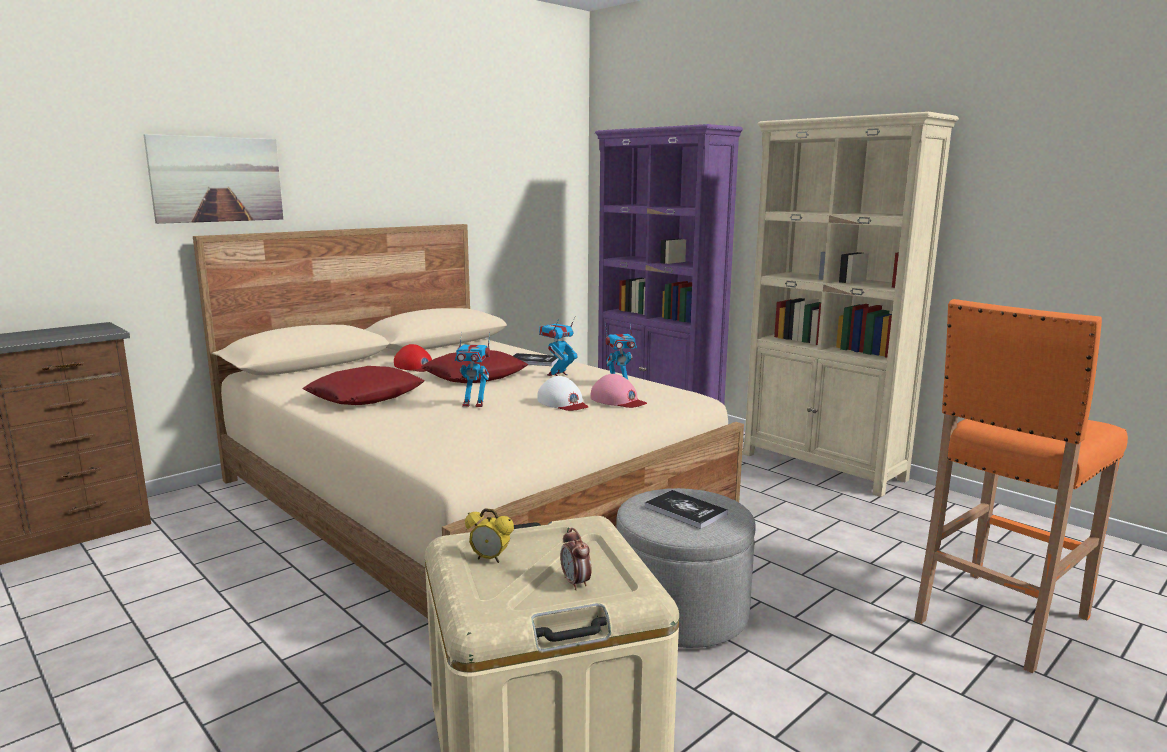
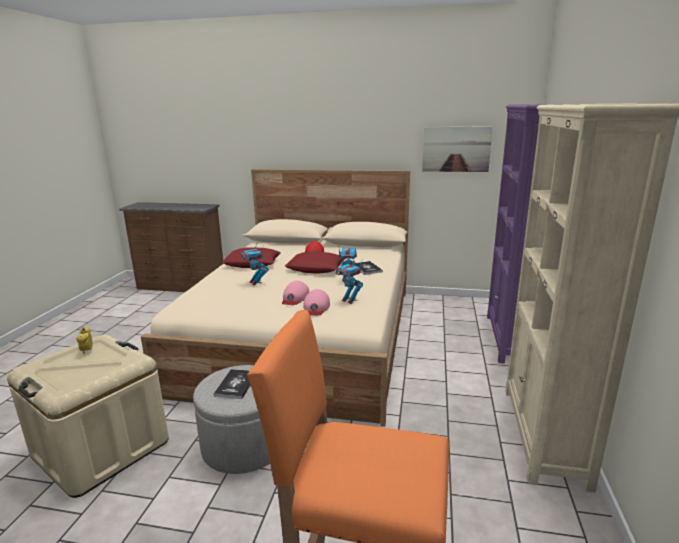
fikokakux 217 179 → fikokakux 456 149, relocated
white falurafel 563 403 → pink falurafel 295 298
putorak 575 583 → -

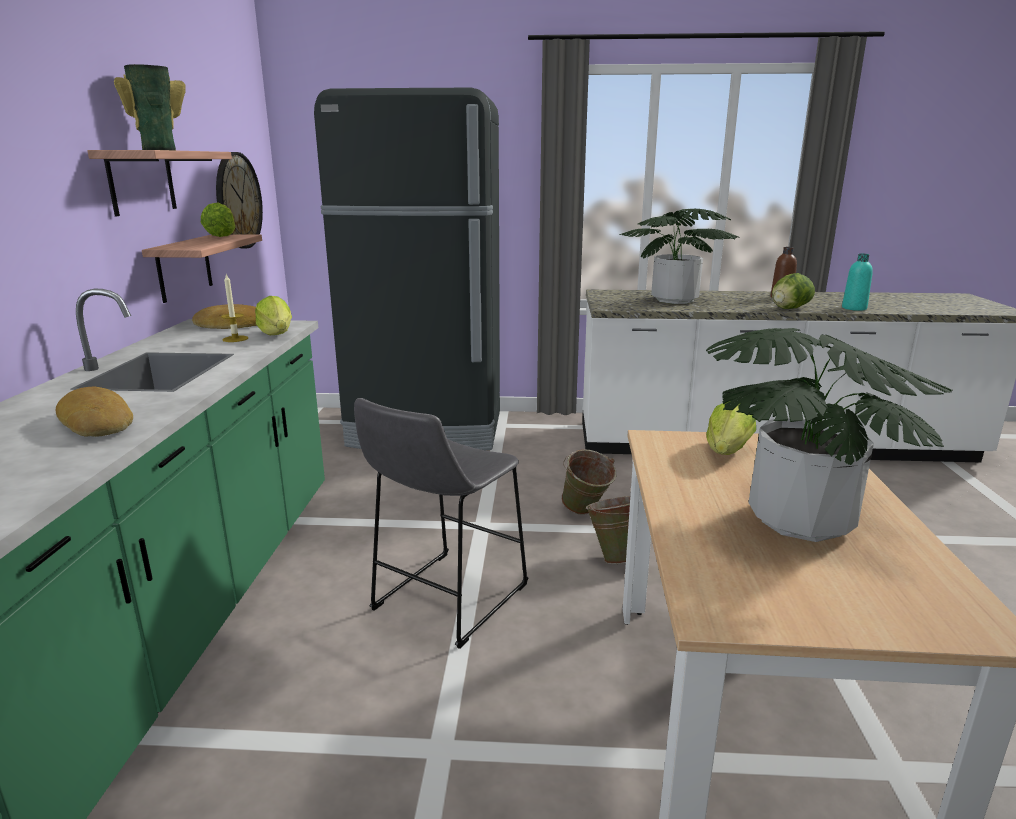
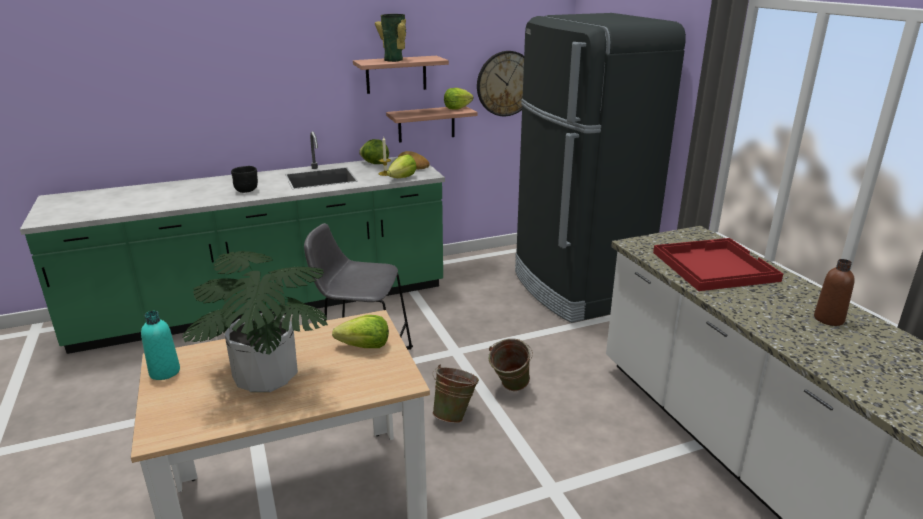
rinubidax 674 300 → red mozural 713 266
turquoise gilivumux 854 308 → turquoise gilivumux 165 372, relocated
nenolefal 789 309 → nenolefal 374 163, relocated
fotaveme 98 422 → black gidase 247 191

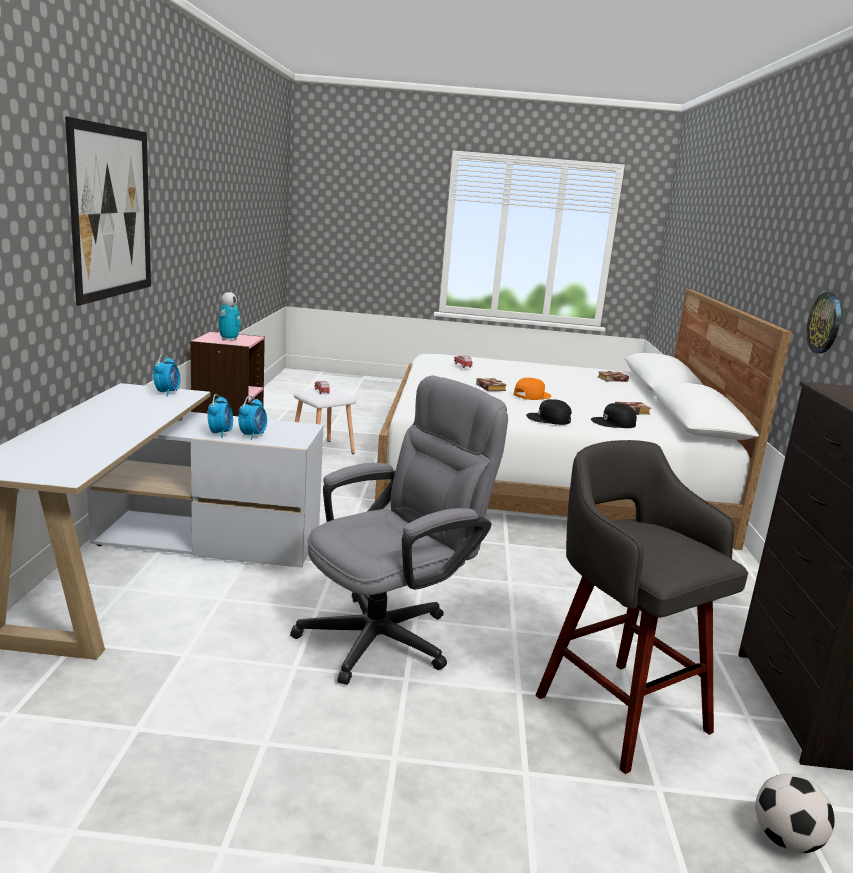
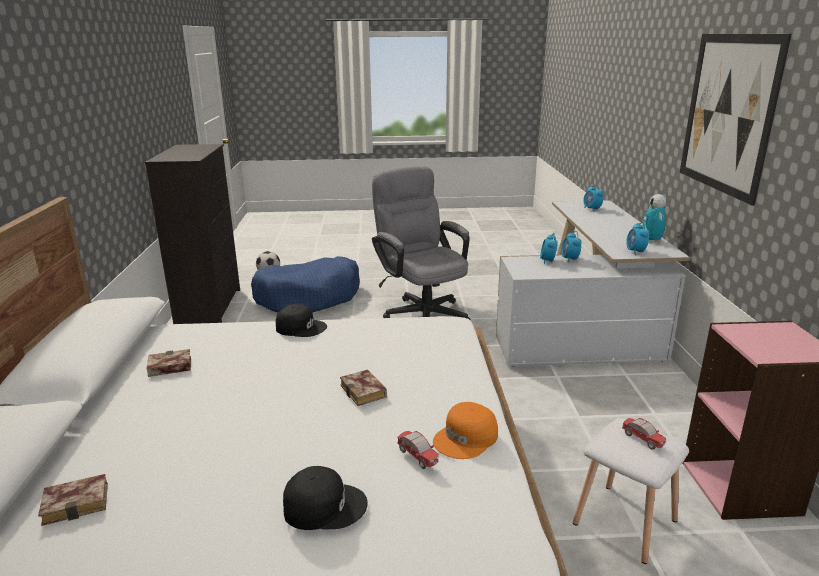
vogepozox 229 340 → vogepozox 651 241, relocated
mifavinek 825 323 → -
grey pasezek 390 634 → grey pasezek 422 312, 105 degrees clockwise
orange falurafel 531 395 → orange falurafel 466 438, relocated
black falurafel 613 423 → black falurafel 324 505, relocated
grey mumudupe 618 709 → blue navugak 309 297
- → putorak 591 209

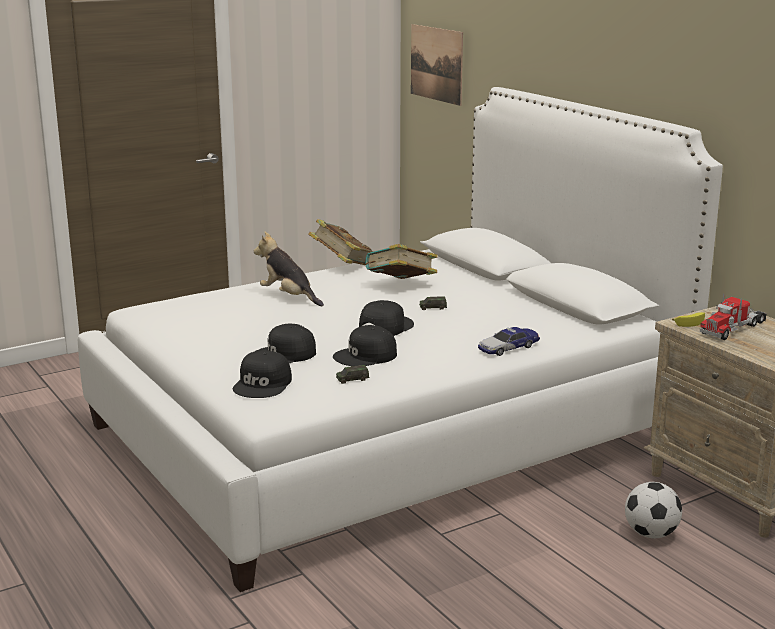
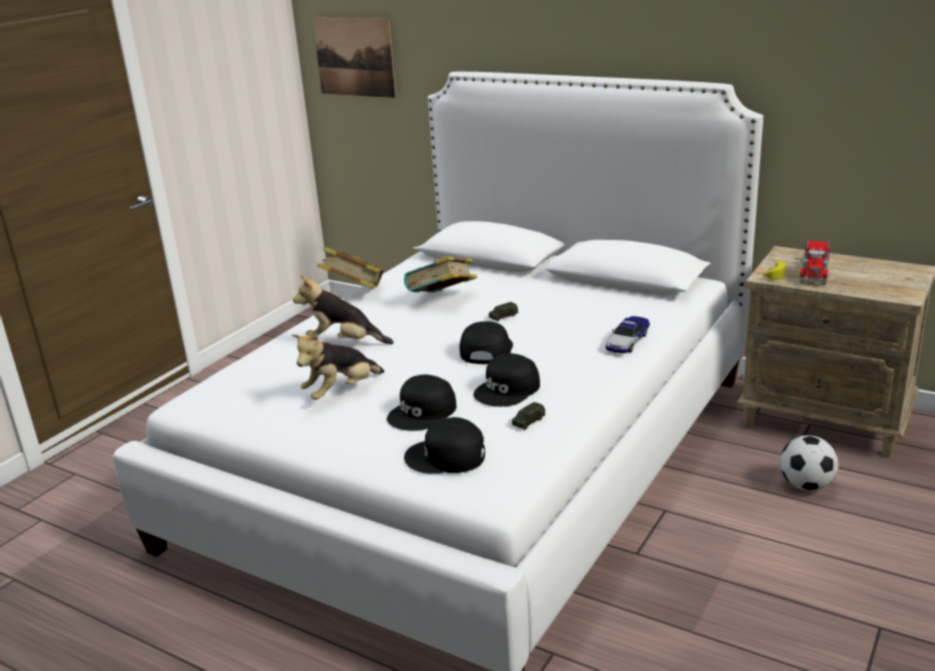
black falurafel 263 384 → black falurafel 446 457, 105 degrees clockwise
- → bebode 341 392

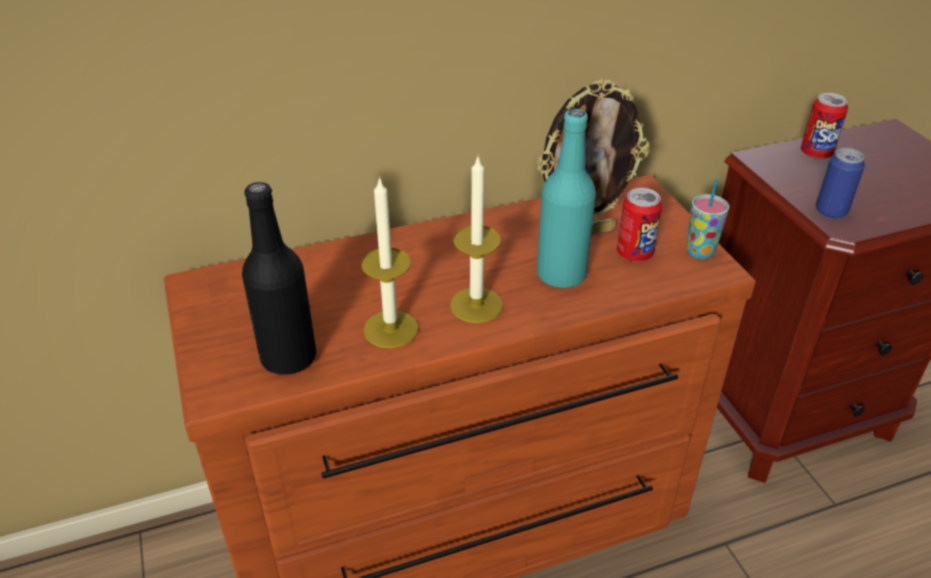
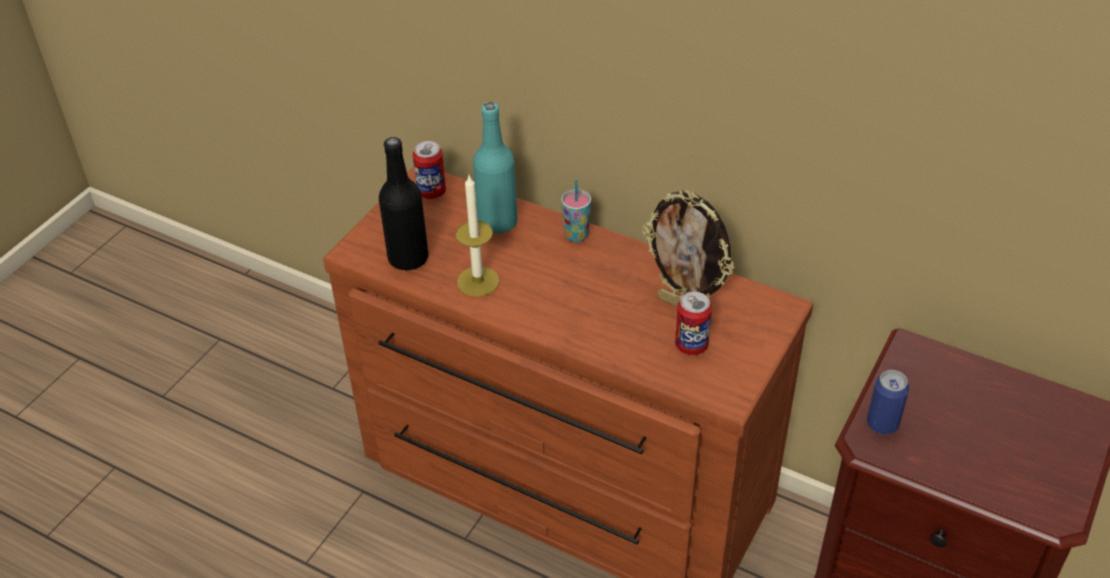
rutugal 816 153 → rutugal 431 192, relocated
turquoise gilivumux 561 275 → turquoise gilivumux 497 222, relocated
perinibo 476 305 → -
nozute 700 252 → nozute 576 235, relocated

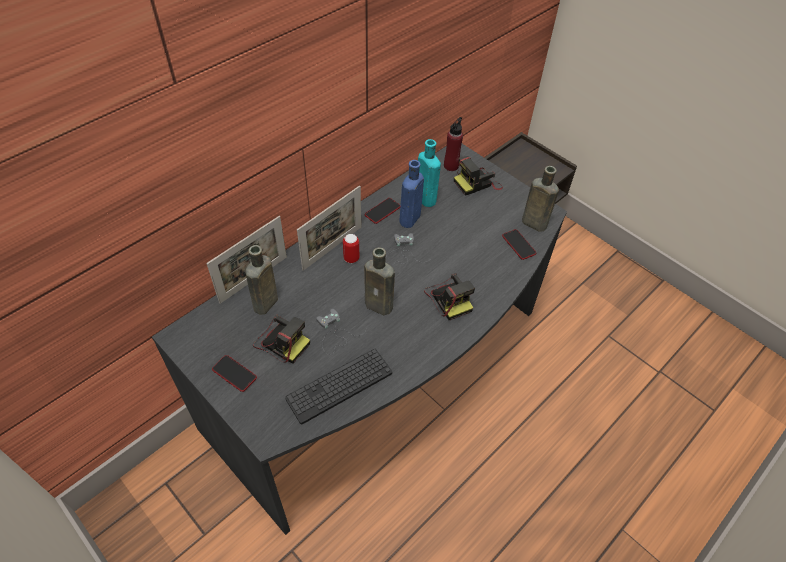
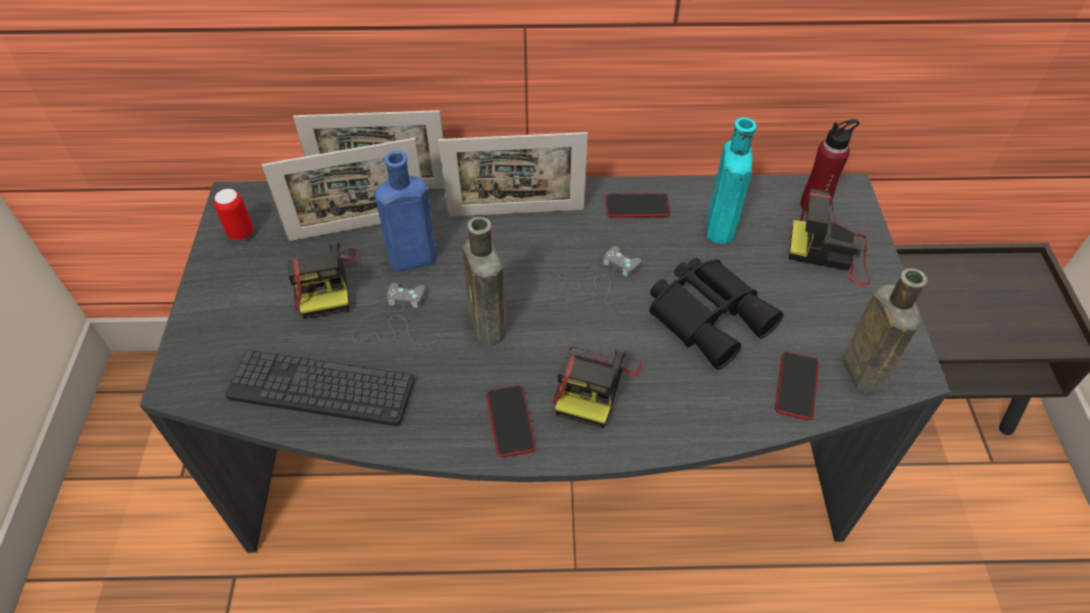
blue gilivumux 409 220 → blue gilivumux 409 260, relocated
rutugal 351 258 → rutugal 241 233, relocated
brown gilivumux 264 305 → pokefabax 358 227
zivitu 234 373 → zivitu 510 421, relocated
- → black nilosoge 709 315

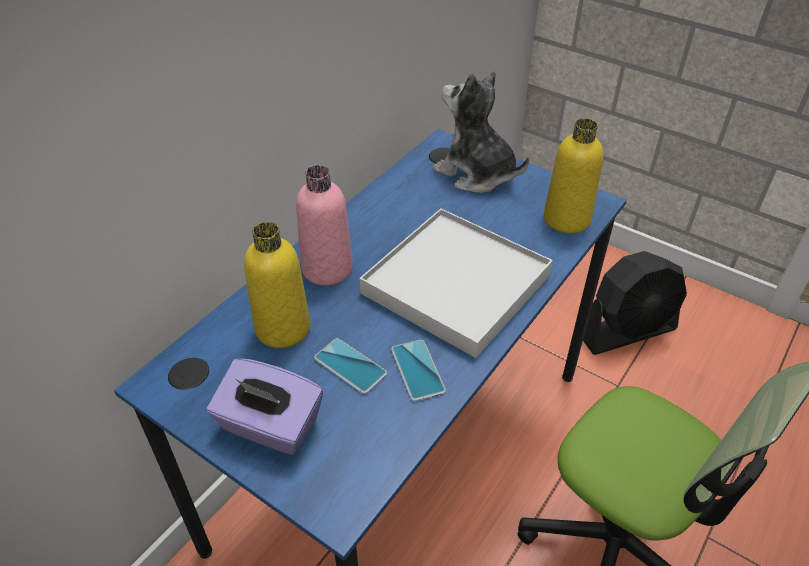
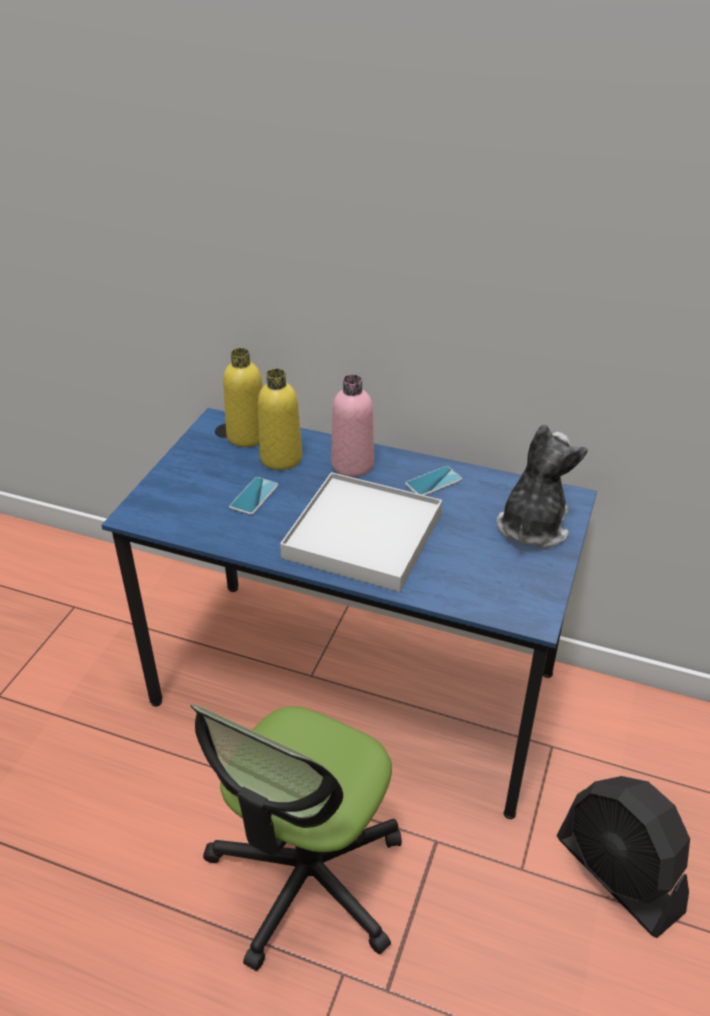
yellow gilivumux 567 219 → yellow gilivumux 247 436, relocated
zivitu 417 370 → zivitu 433 482, relocated
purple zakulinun 270 426 → -

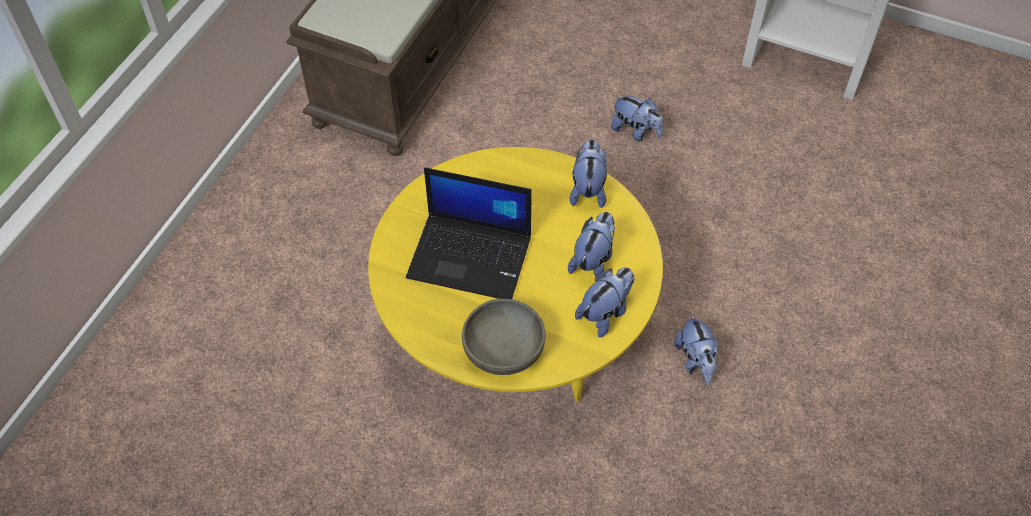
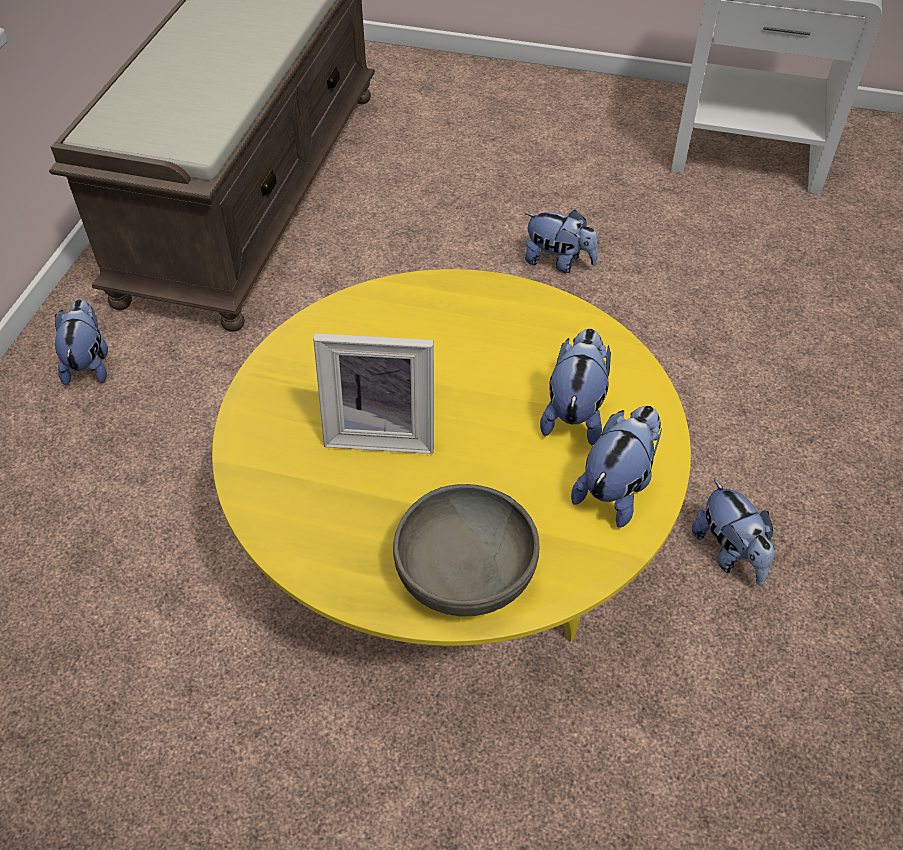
bebode 588 189 → bebode 89 363, relocated
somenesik 471 256 → pokefabax 381 432

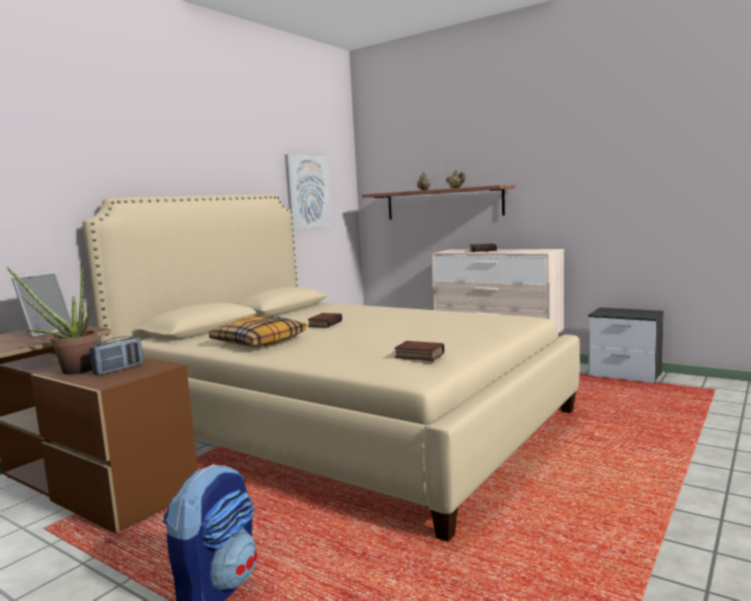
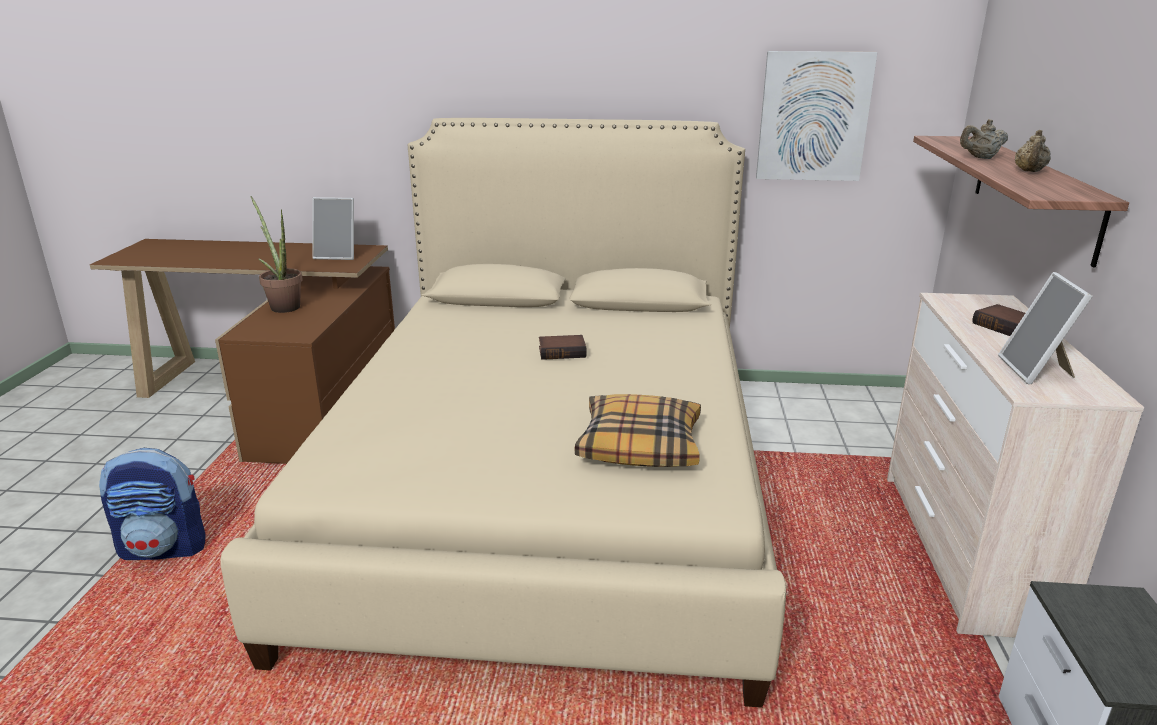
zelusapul 258 342 → zelusapul 640 444, relocated
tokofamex 119 369 → -
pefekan 418 356 → -
- → pokefabax 1036 371

